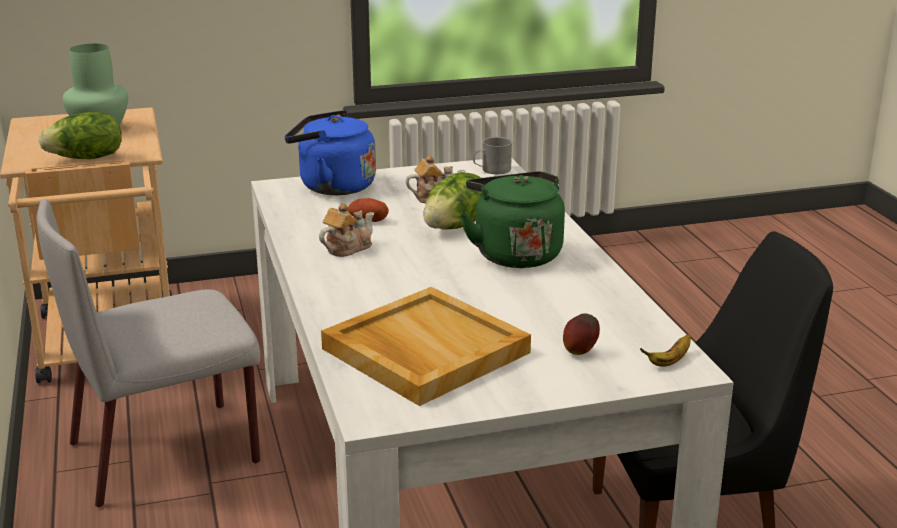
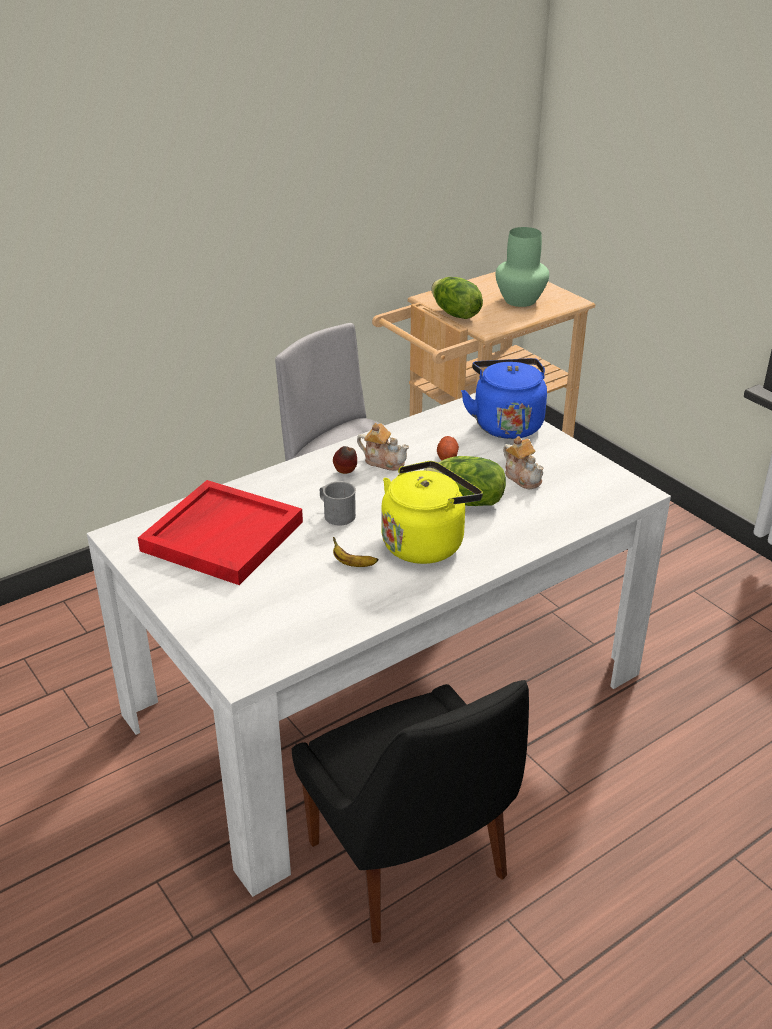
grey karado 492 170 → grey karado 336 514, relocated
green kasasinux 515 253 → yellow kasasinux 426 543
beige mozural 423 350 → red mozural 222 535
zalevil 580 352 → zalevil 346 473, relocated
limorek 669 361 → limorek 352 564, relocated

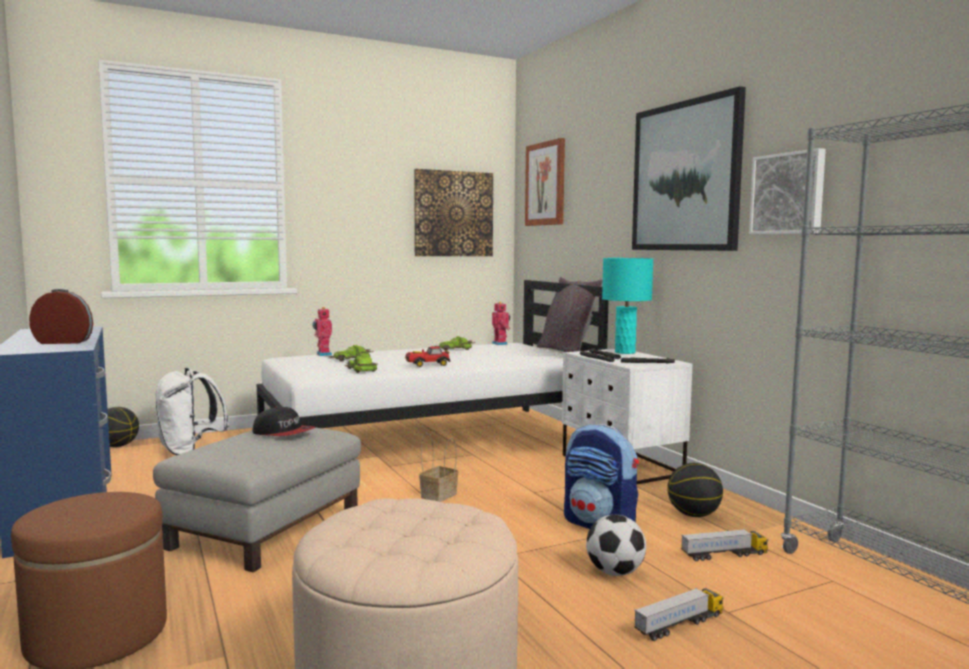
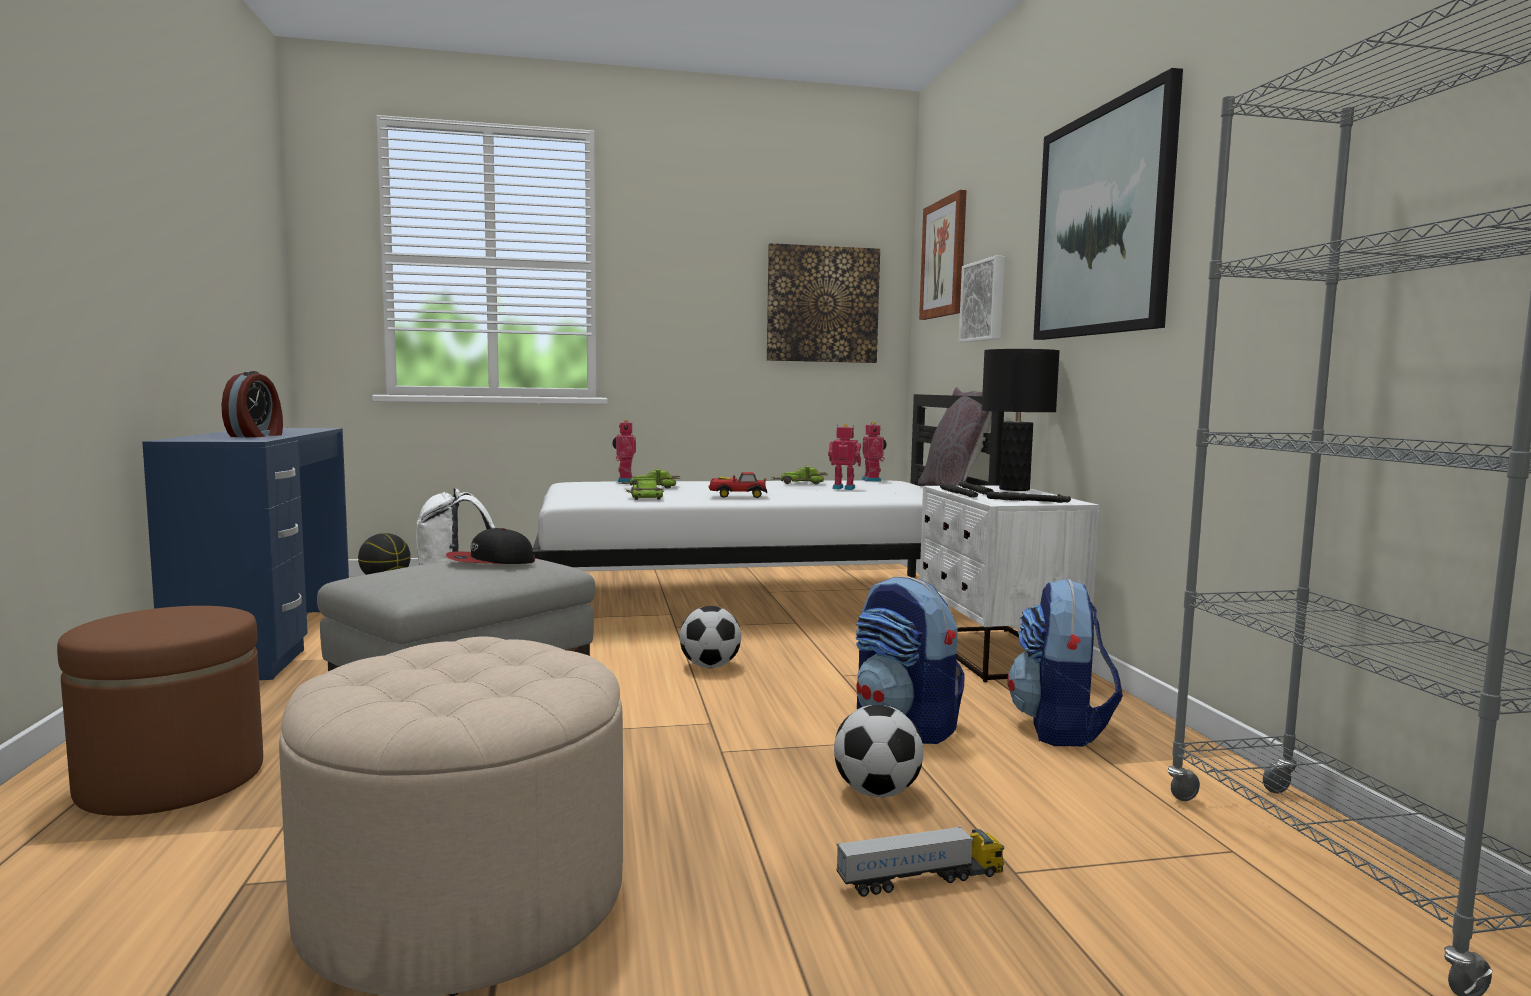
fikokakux 788 194 → fikokakux 985 301, relocated
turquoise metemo 624 352 → black metemo 1013 489
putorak 64 342 → putorak 256 436, 90 degrees clockwise
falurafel 284 433 → falurafel 490 562, 120 degrees clockwise
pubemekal 439 495 → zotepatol 710 666
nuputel 694 515 → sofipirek 1060 729
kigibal 724 555 → -
- → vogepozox 844 488

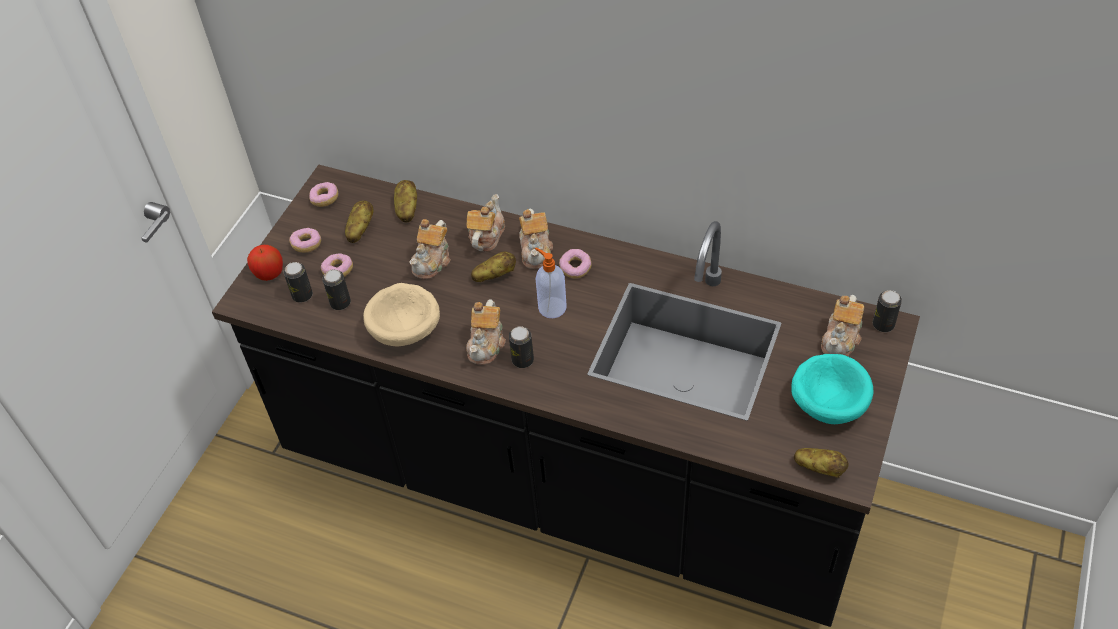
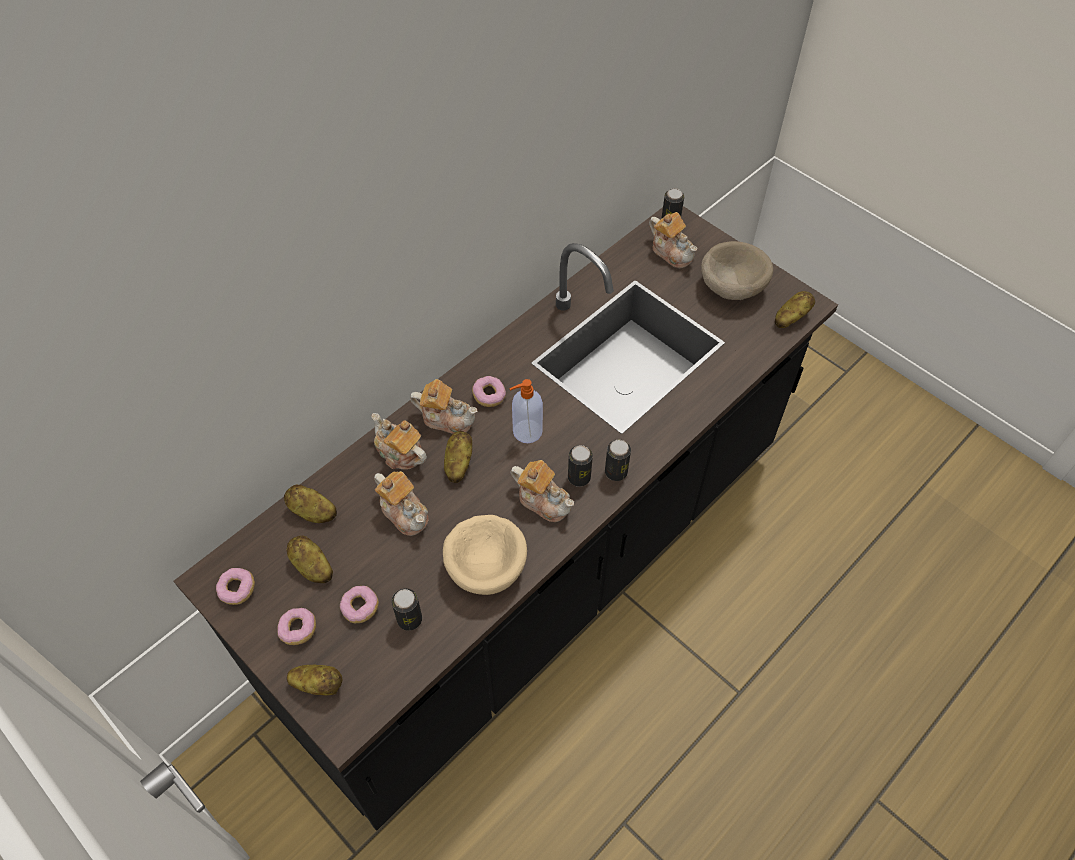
zalevil 269 274 → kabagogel 318 684
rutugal 302 295 → rutugal 616 472, relocated
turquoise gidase 828 403 → beige gidase 731 286

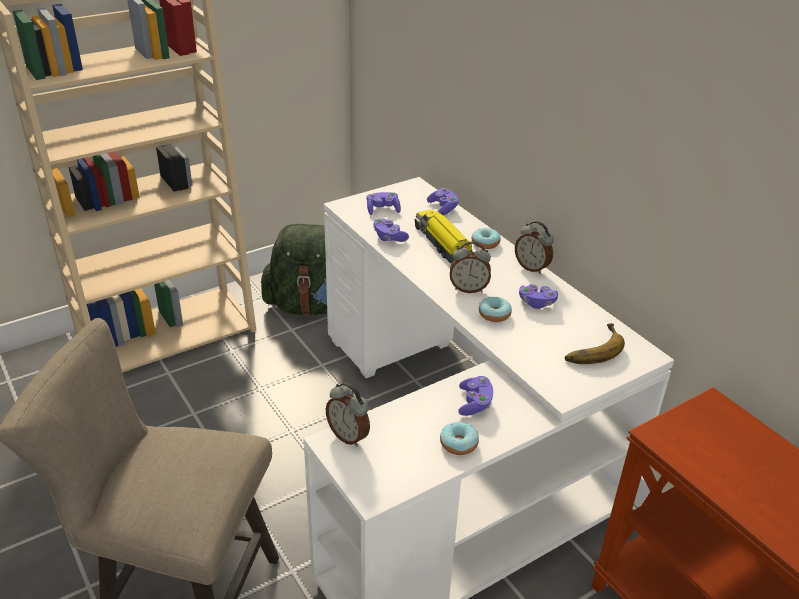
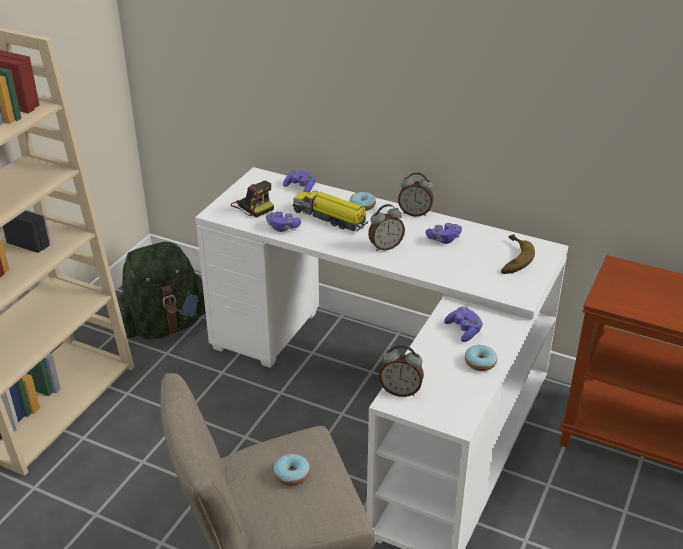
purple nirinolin 382 210 → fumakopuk 253 206
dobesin 494 314 → dobesin 292 474, relocated

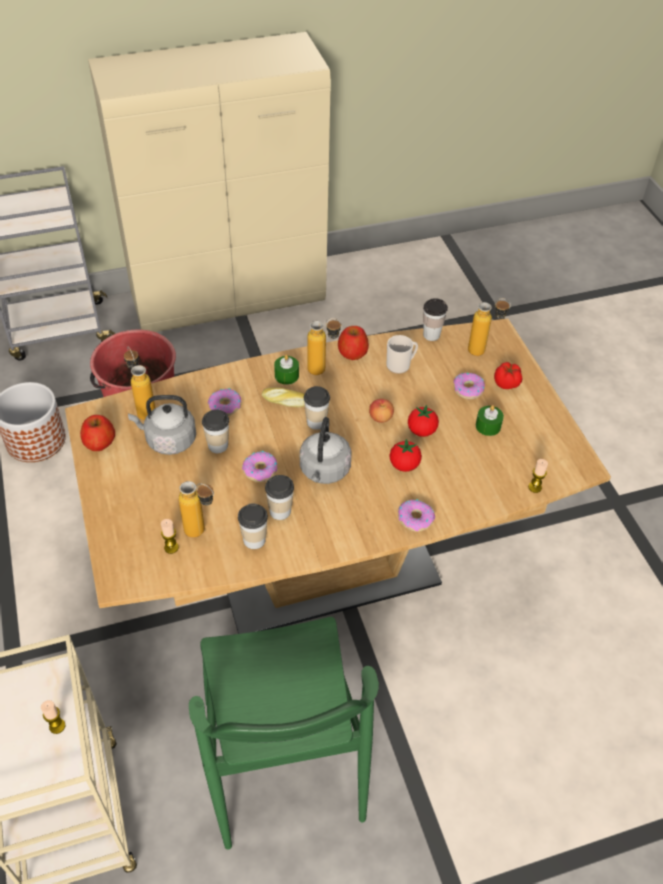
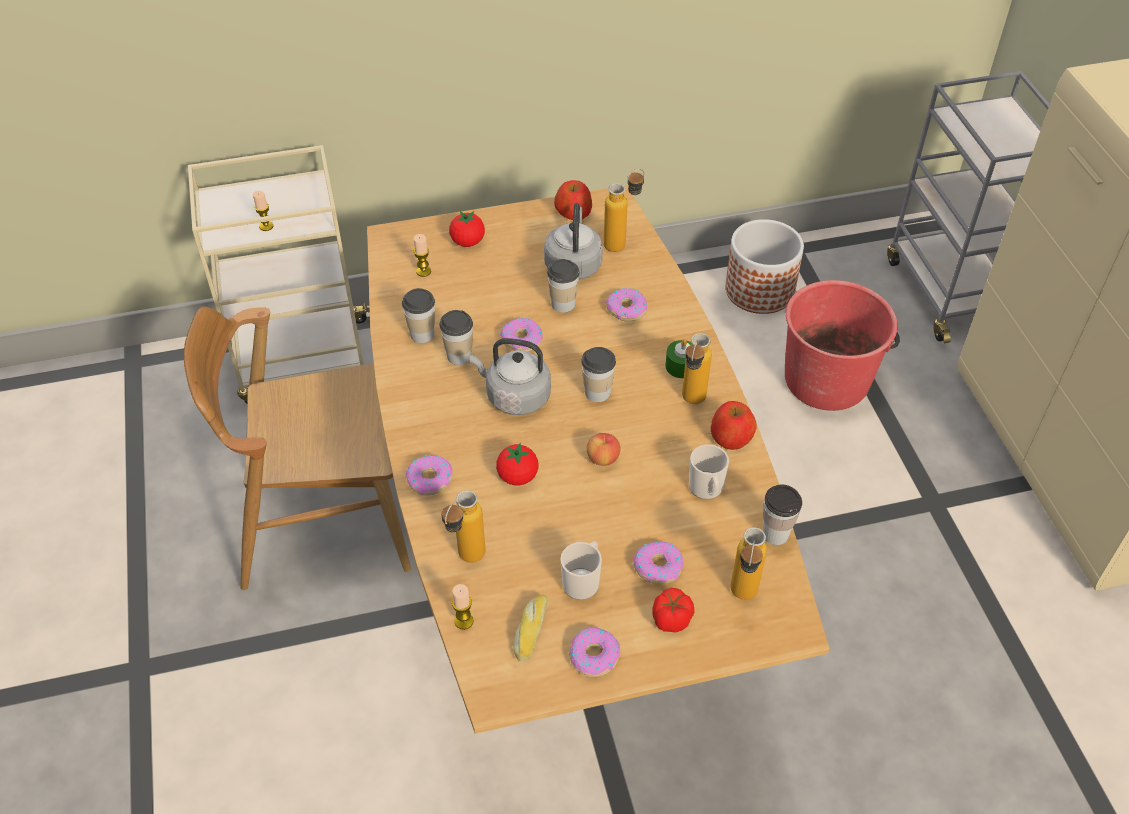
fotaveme 285 401 → fotaveme 530 630, relocated
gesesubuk 421 431 → gesesubuk 467 242, relocated
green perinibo 488 426 → karado 583 581
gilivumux 202 533 → gilivumux 466 561, relocated
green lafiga 282 760 → brown lafiga 324 518
- → dobesin 594 656

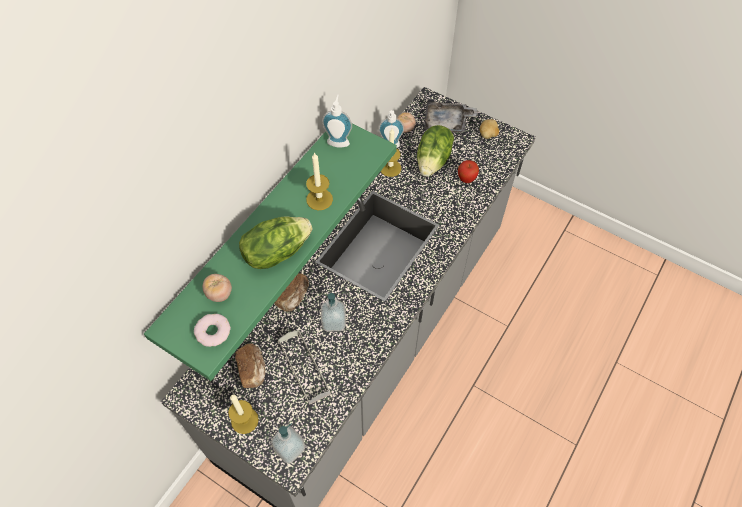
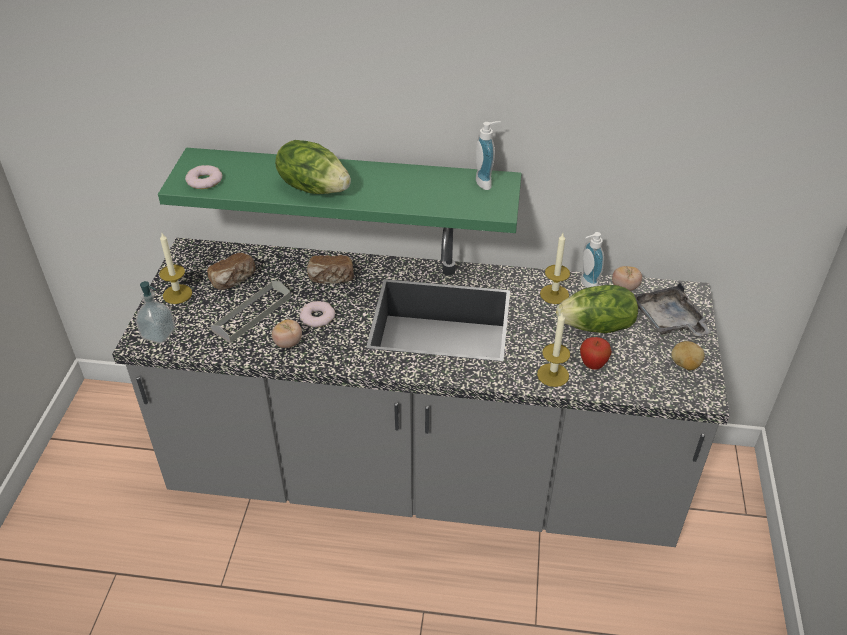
perinibo 319 199 → perinibo 553 375, relocated
gesesubuk 219 294 → gesesubuk 288 343, relocated
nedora 334 322 → dobesin 317 317

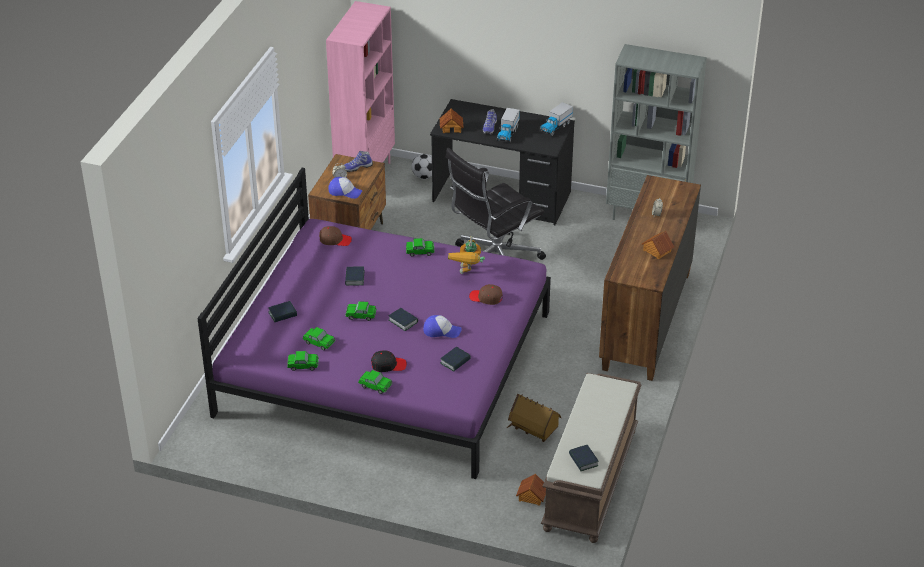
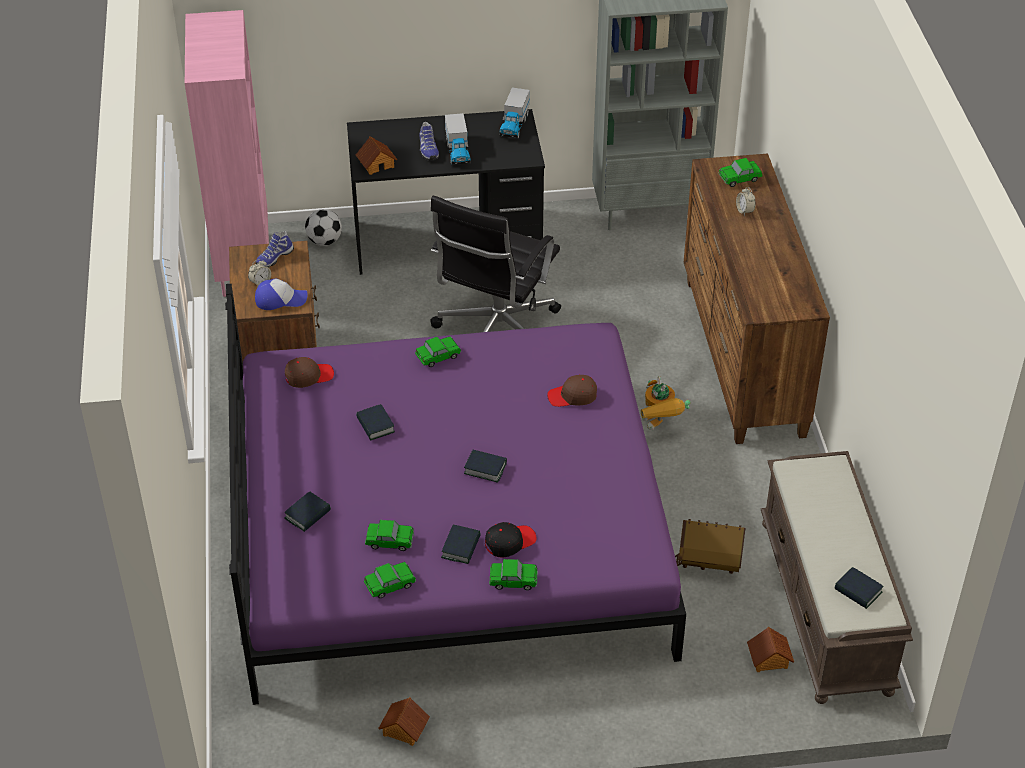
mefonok 656 251 → mefonok 403 729, relocated
vogepozox 468 273 → vogepozox 659 427, relocated
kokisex 361 315 → kokisex 739 179, relocated
falurafel 441 331 → -
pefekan 455 361 → pefekan 461 547, relocated

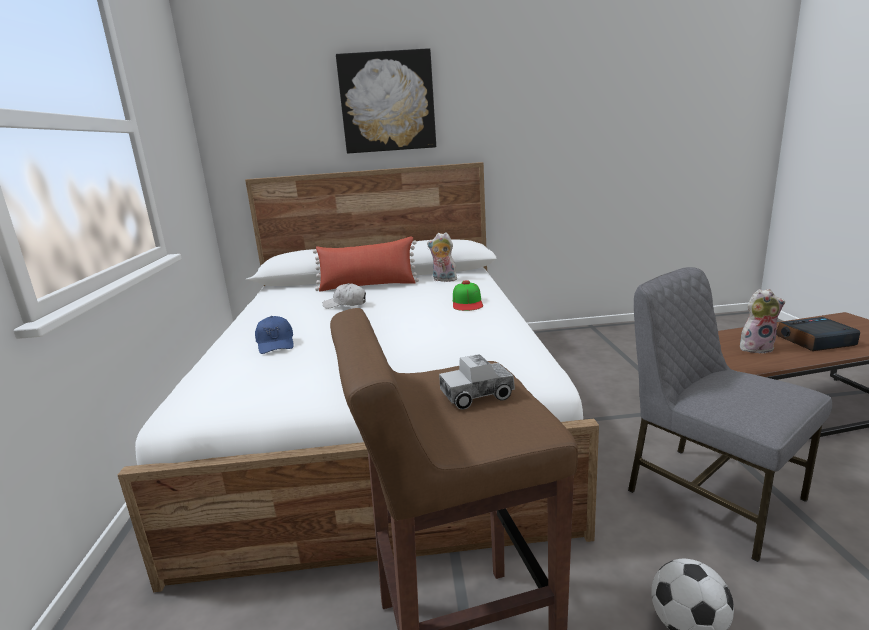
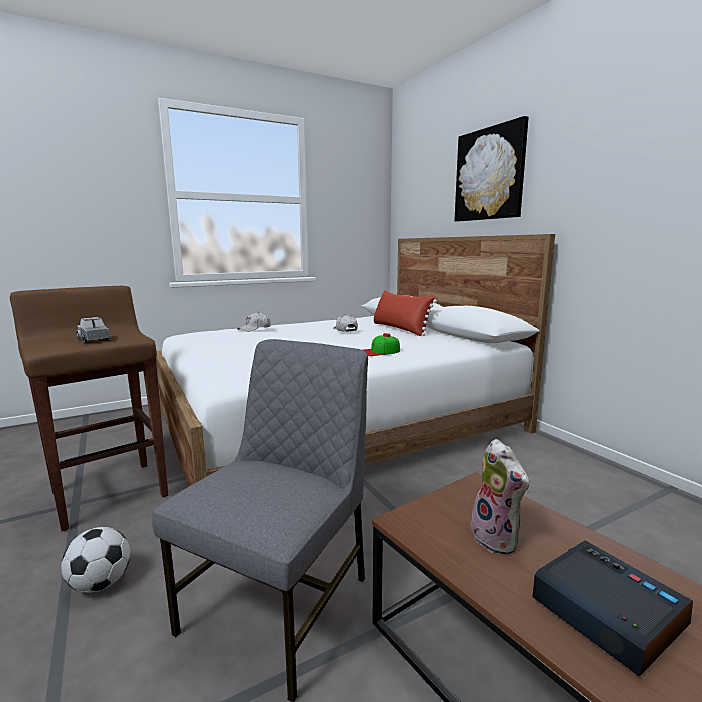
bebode 443 280 → -
blue falurafel 276 343 → white falurafel 254 329

